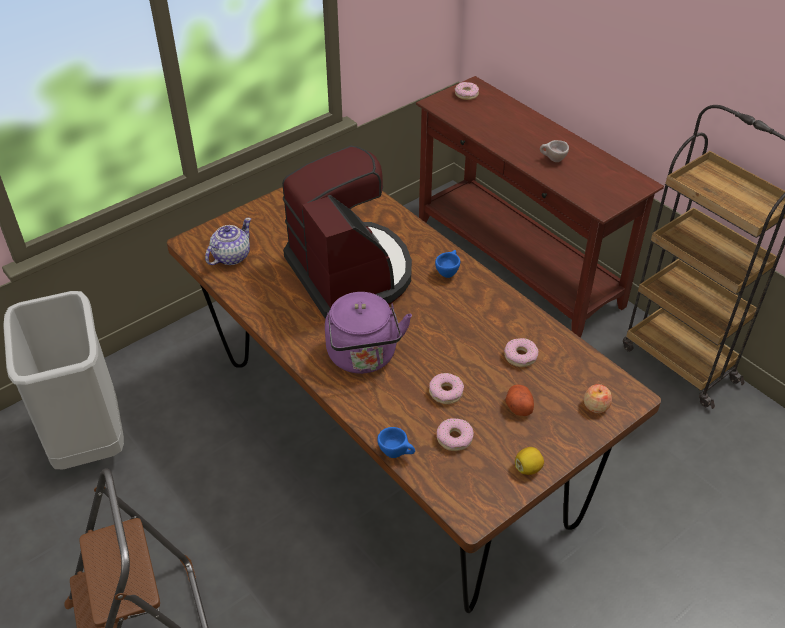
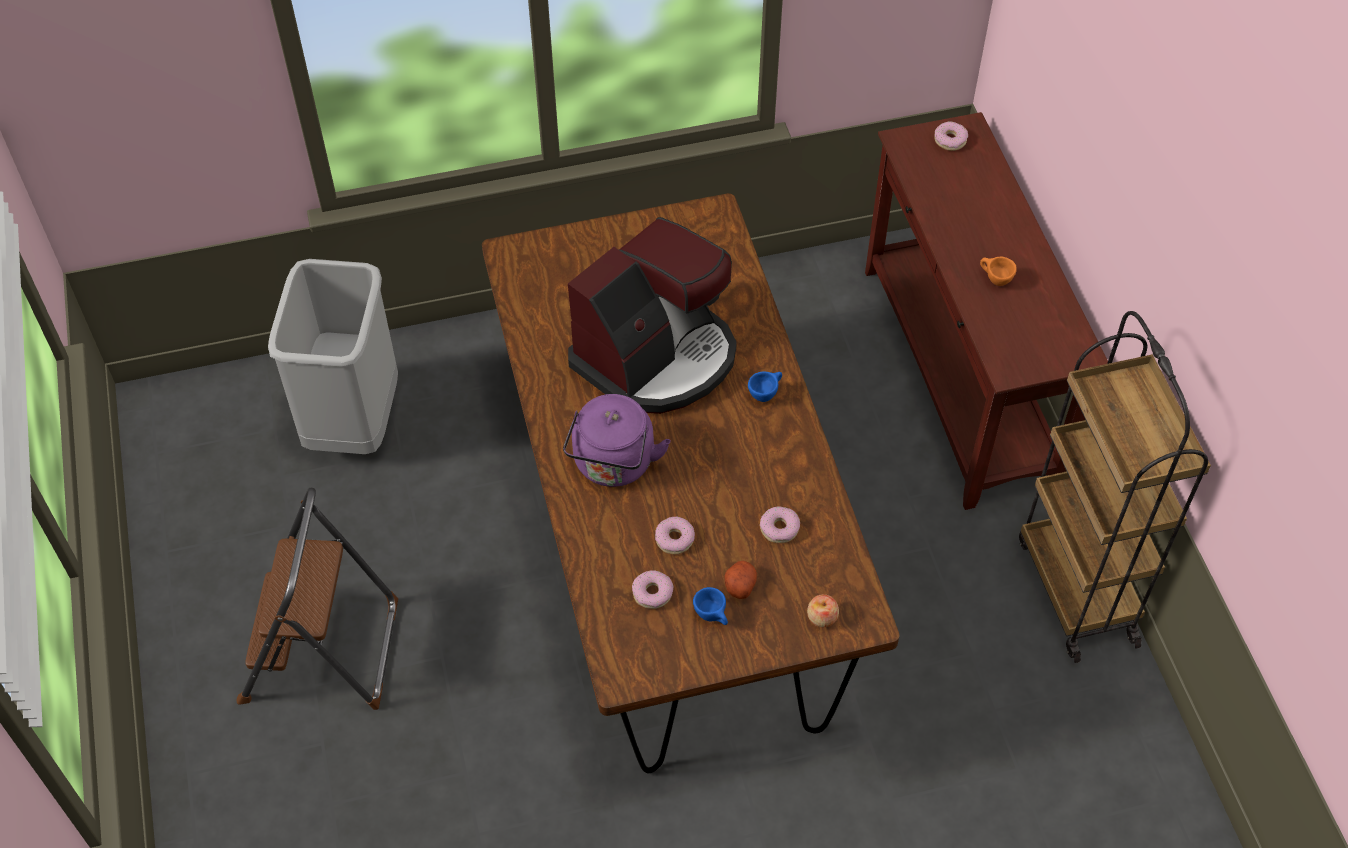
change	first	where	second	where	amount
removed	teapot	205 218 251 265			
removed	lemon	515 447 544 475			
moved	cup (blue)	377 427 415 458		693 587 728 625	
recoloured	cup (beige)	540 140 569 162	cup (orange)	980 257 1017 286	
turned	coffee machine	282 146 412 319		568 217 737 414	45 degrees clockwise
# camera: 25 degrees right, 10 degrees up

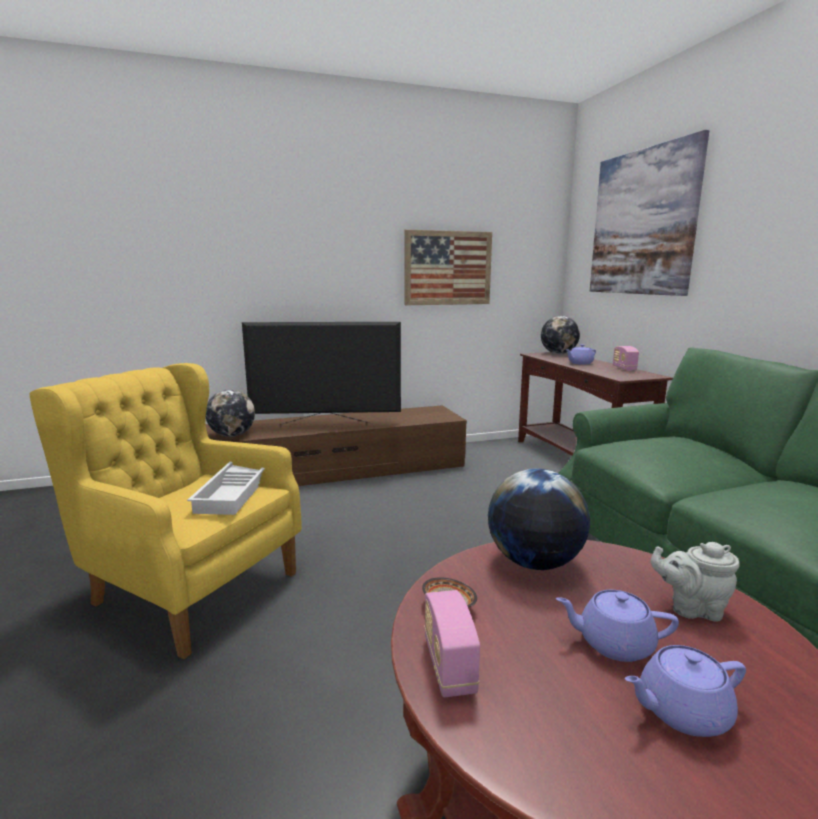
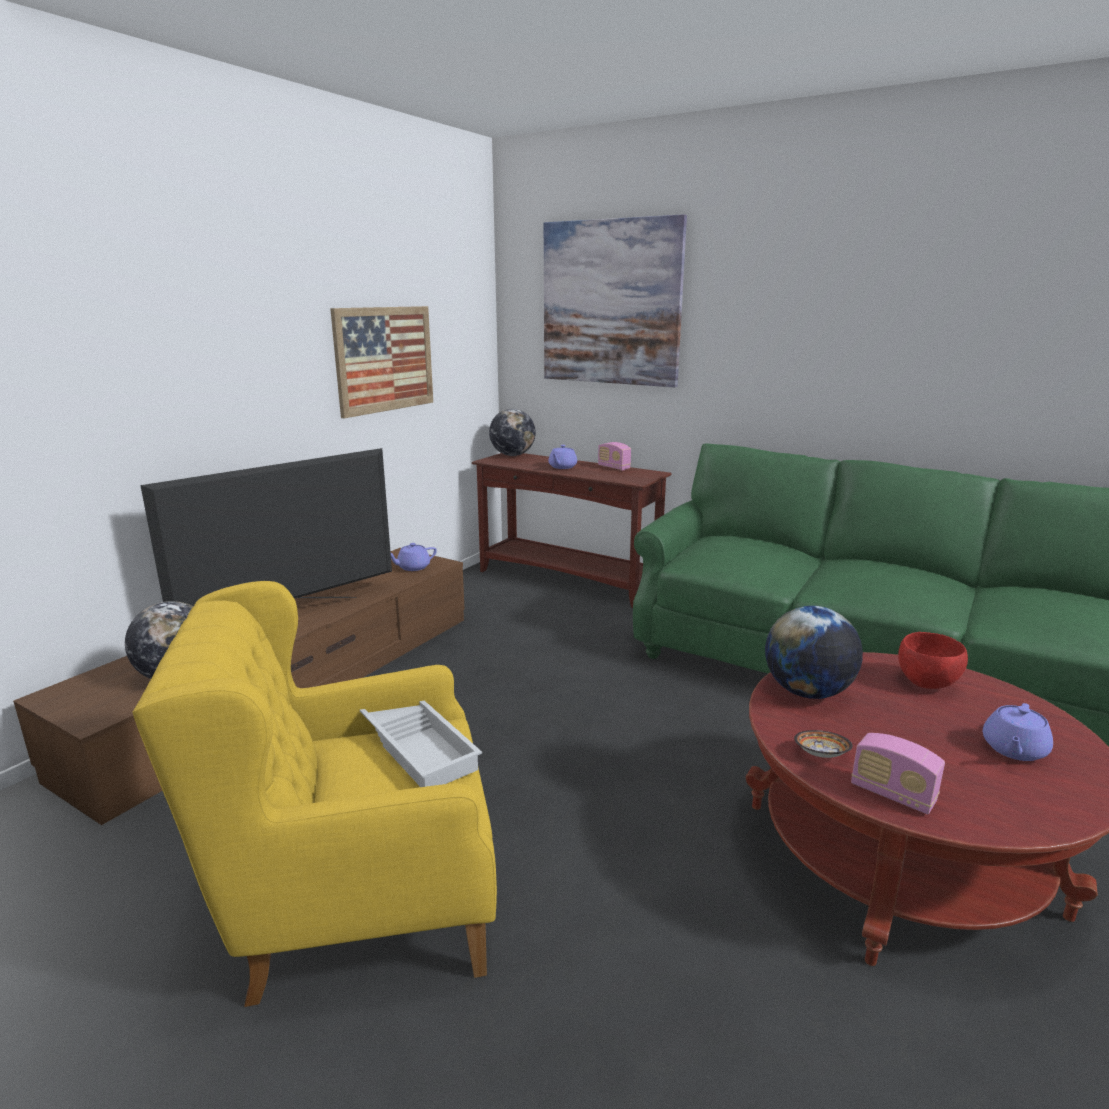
change	first	where	second	where	amount
moved	teapot (purple)	556 590 679 662		391 543 437 571	
replaced	teapot (grey)	651 542 740 622	bowl (red)	898 632 968 689	
# camera: 40 degrees left, 5 degrees up

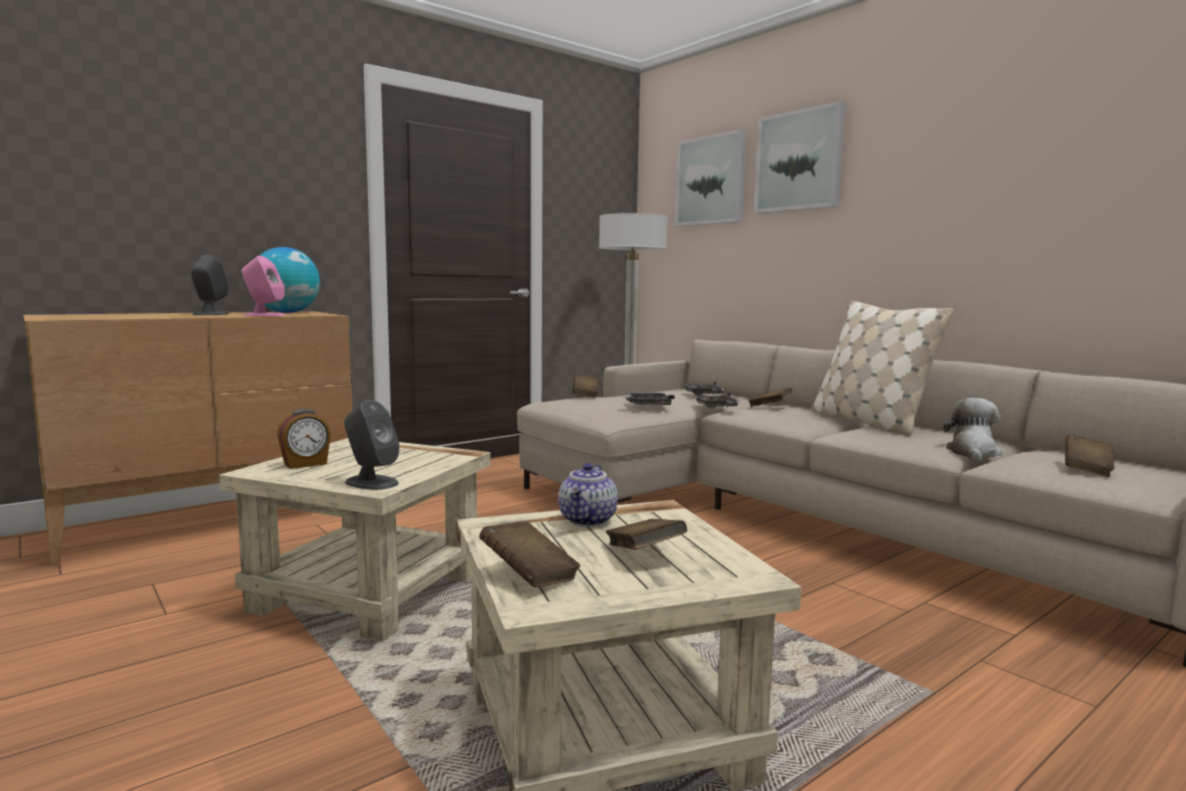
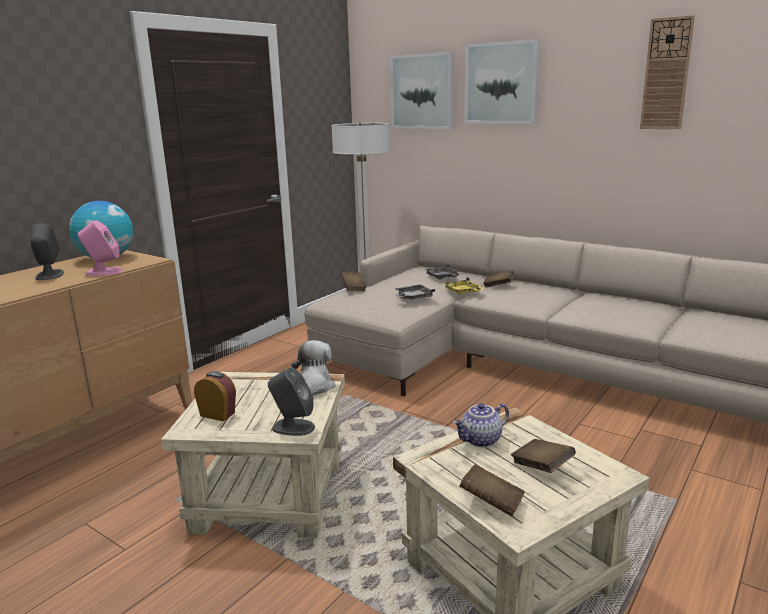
change	first	where	second	where	amount
removed	pillow (beige)	811 301 954 436			
removed	book (brown)	1065 434 1115 477			
added			wall clock	640 15 695 129	
moved	plush toy	943 398 1002 461		291 340 335 395	
recoloured	tray (grey)	694 392 741 408	tray (yellow)	443 277 483 295	
turned	alarm clock	277 409 331 469		194 371 236 421	105 degrees counterclockwise
turned	teapot	558 463 618 527		453 403 509 447	60 degrees clockwise
# camera: 15 degrees left, 10 degrees up

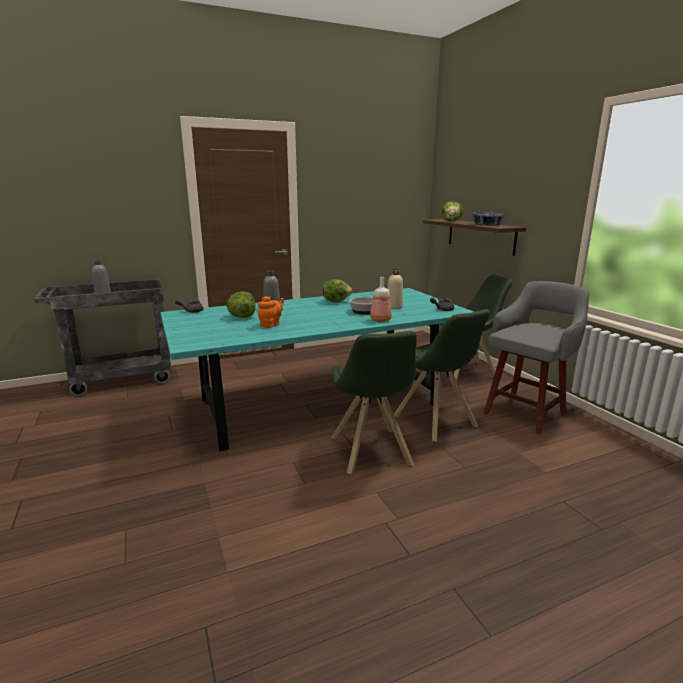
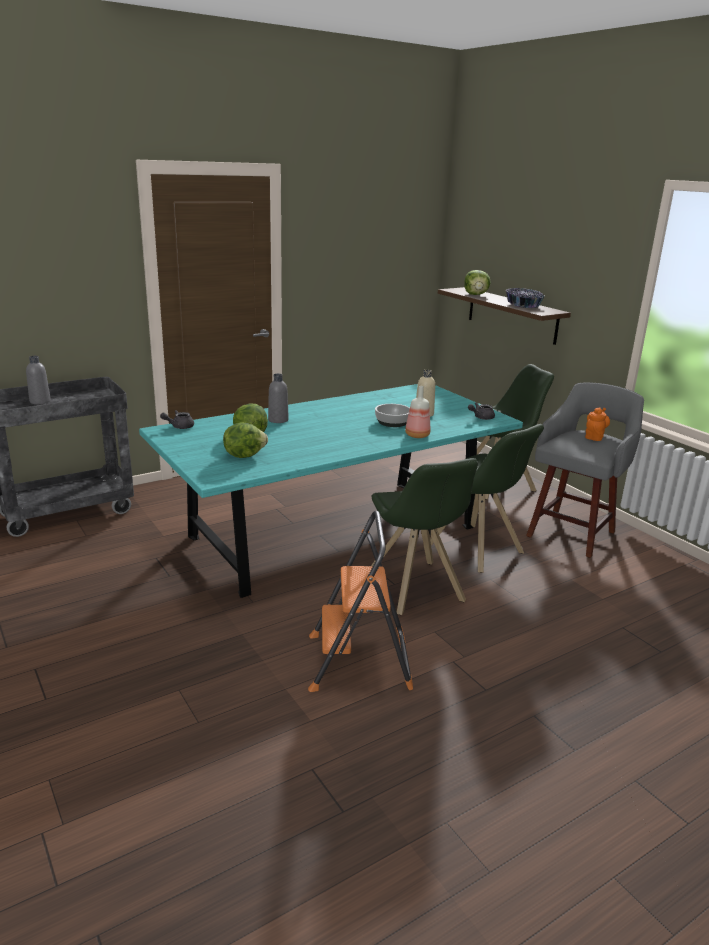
change	first	where	second	where	amount
added			step ladder (orange)	308 511 413 692	
moved	teapot (orange)	258 296 284 328		585 407 610 441	
moved	lettuce	323 279 352 302		223 422 268 458	
# camera: 10 degrees left, 5 degrees up

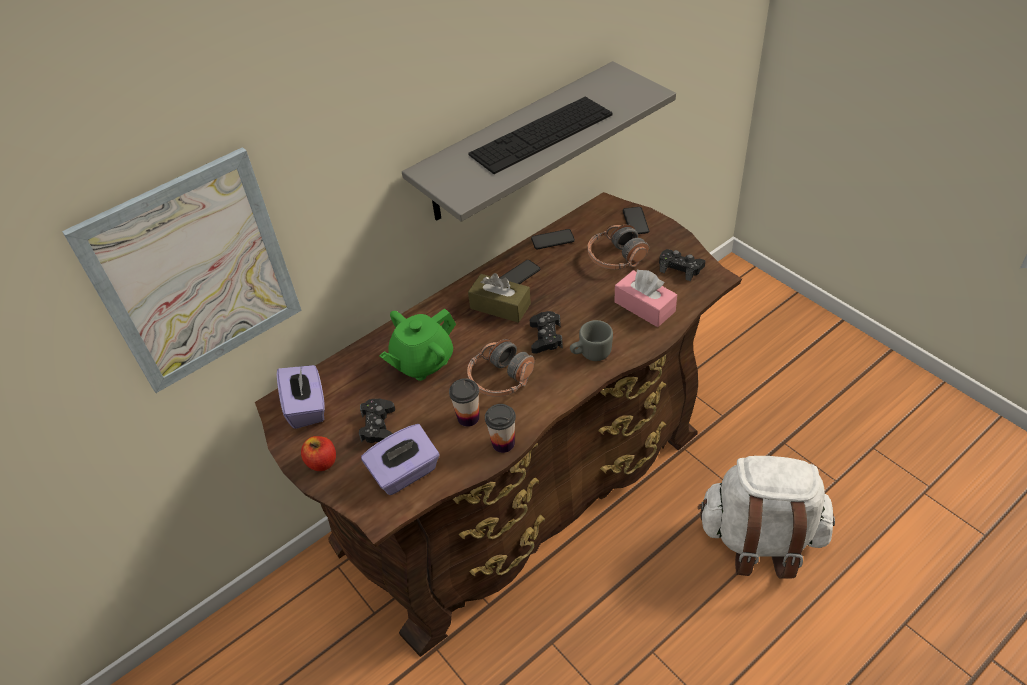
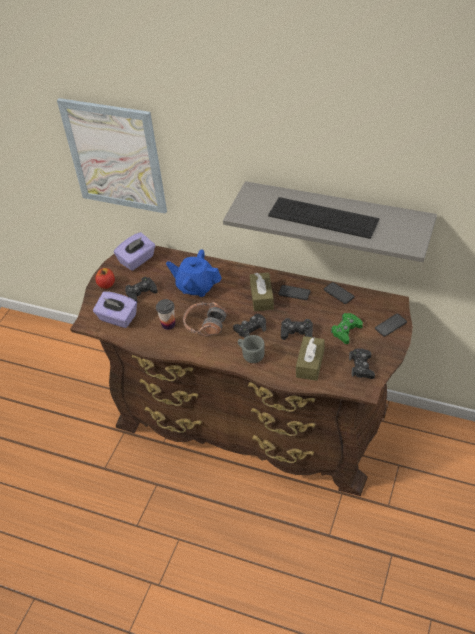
change	first	where	second	where	amount
removed	cup	485 404 516 453			
removed	backpack (white)	698 456 835 579			
added			game controller (black)	281 318 313 340	
replaced	headphones	588 224 649 269	game controller (green)	331 313 363 344	
recoloured	teapot (green)	379 308 456 381	teapot (blue)	166 249 222 297	
recoloured	tissue box (pink)	614 270 677 327	tissue box (brown)	296 336 325 381	
# camera: 60 degrees right, 0 degrees up

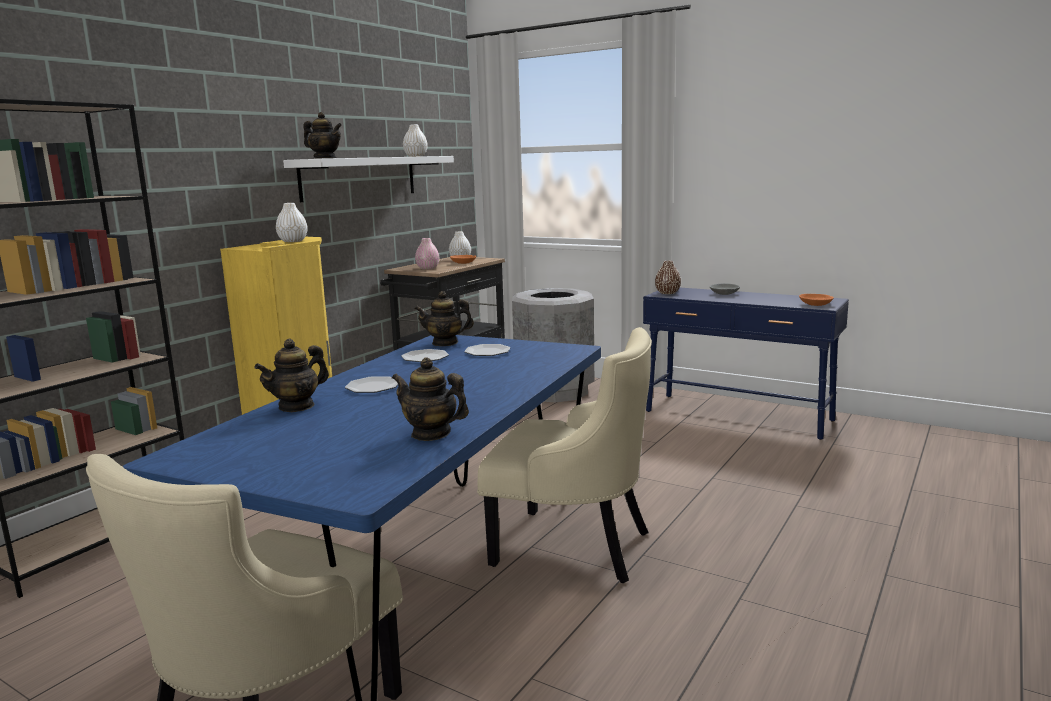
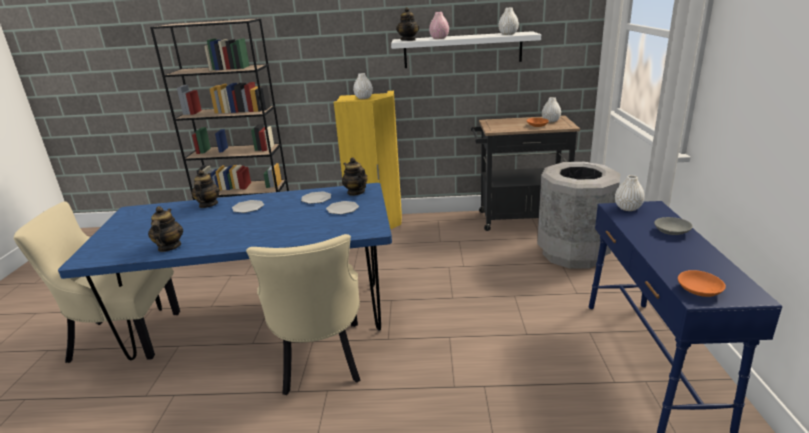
change	first	where	second	where	amount
moved	vase (pink)	415 238 439 269		429 12 449 39	
recoloured	vase (brown)	655 261 681 294	vase (white)	615 175 645 211	
turned	teapot	254 338 329 412		191 170 220 208	75 degrees clockwise
# camera: 60 degrees right, 10 degrees up

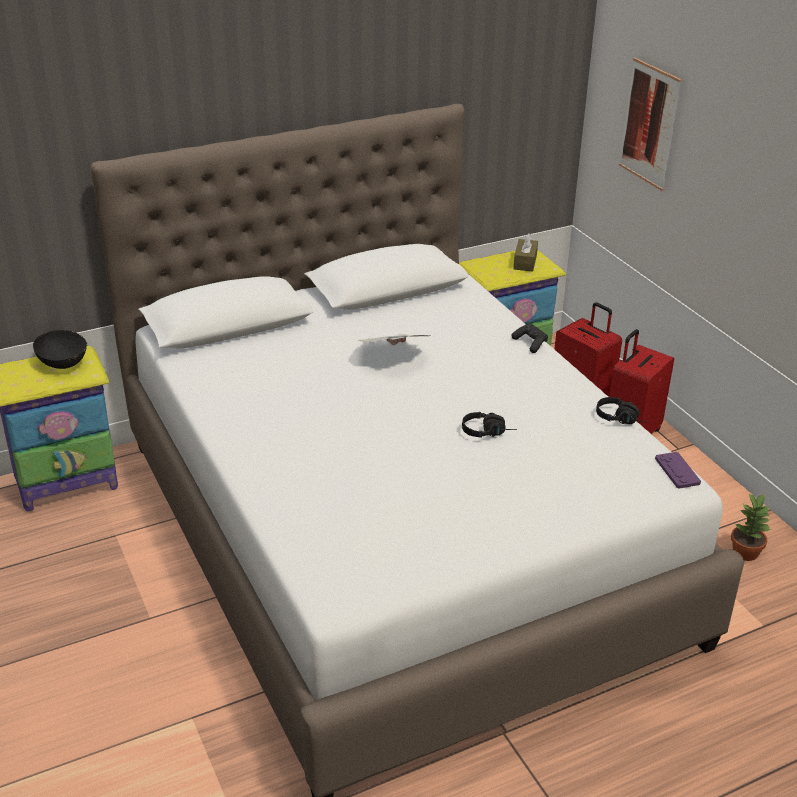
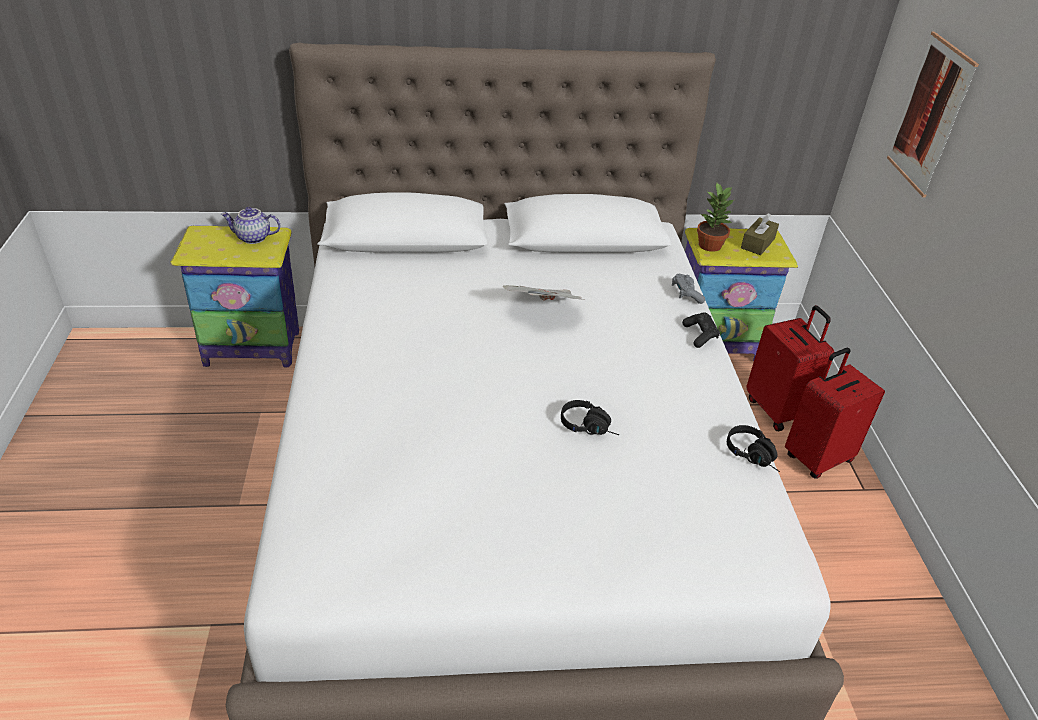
change	first	where	second	where	amount
removed	game controller (purple)	655 452 701 488			
added			game controller (grey)	672 273 705 304	
moved	potted plant	731 494 772 561		697 183 734 252	
replaced	bowl (black)	33 330 87 369	teapot	221 207 280 244	
# camera: 20 degrees right, 5 degrees up

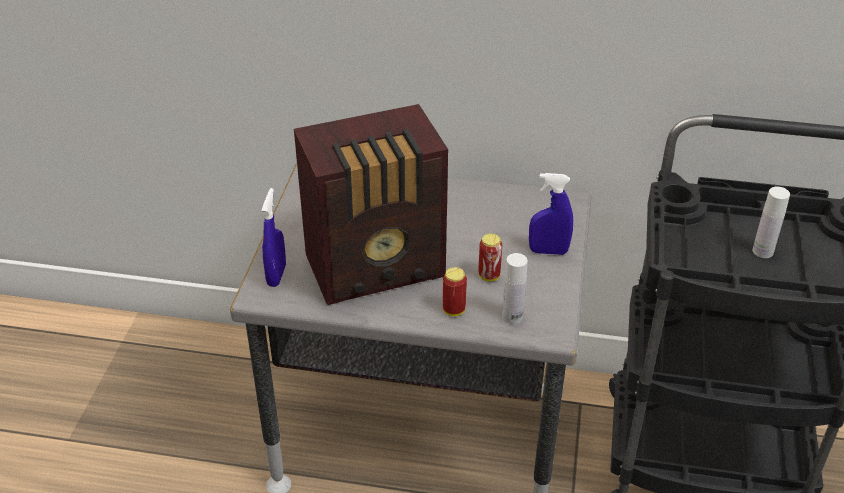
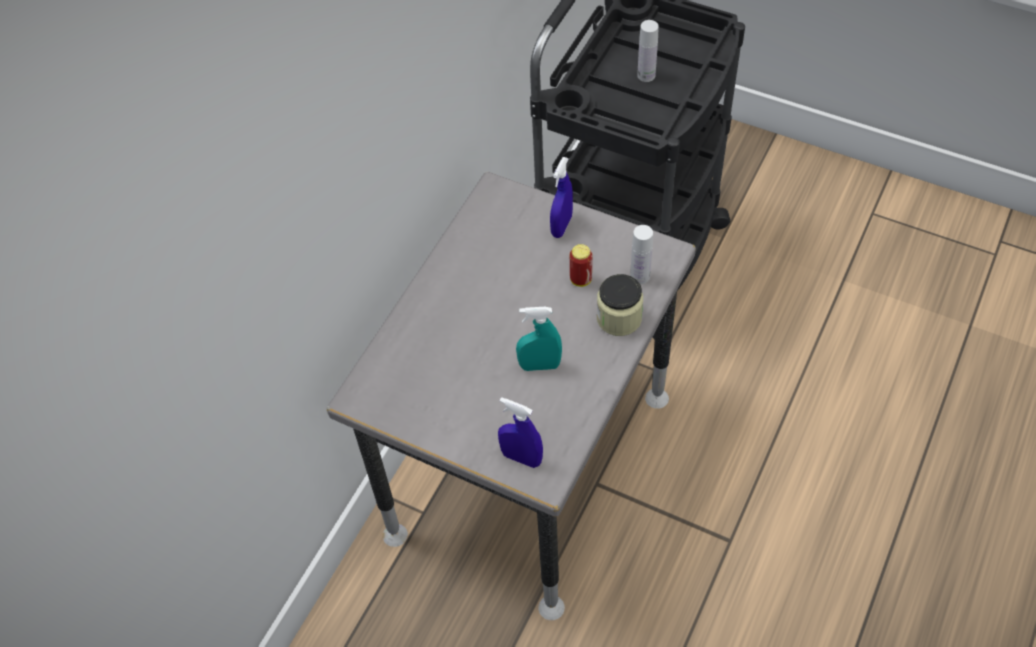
change	first	where	second	where	amount
replaced	radio	294 104 448 305	spray bottle (turquoise)	516 307 562 371	
replaced	can	443 267 467 316	jar	597 274 643 336	
# camera: 70 degrees left, 15 degrees up

